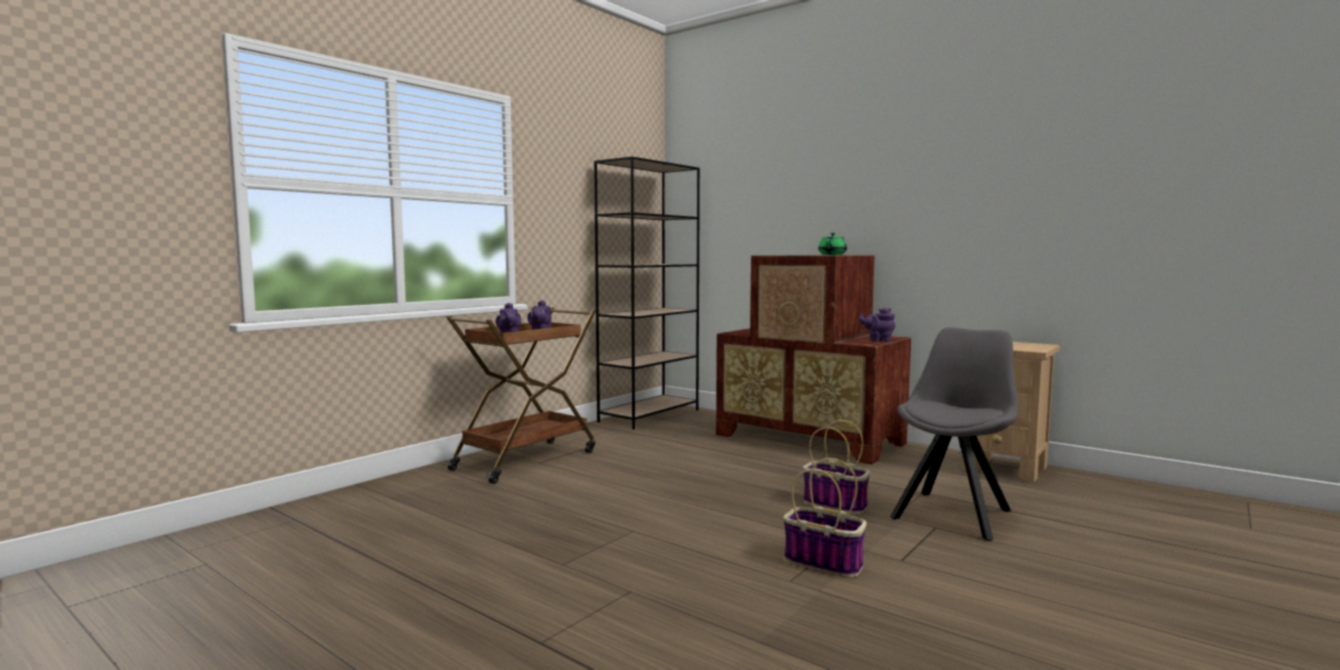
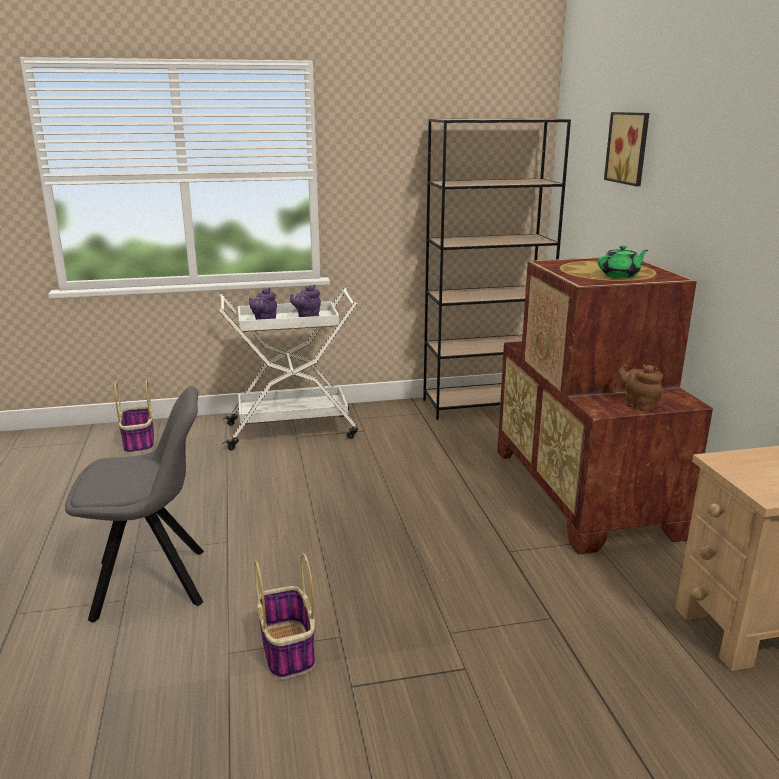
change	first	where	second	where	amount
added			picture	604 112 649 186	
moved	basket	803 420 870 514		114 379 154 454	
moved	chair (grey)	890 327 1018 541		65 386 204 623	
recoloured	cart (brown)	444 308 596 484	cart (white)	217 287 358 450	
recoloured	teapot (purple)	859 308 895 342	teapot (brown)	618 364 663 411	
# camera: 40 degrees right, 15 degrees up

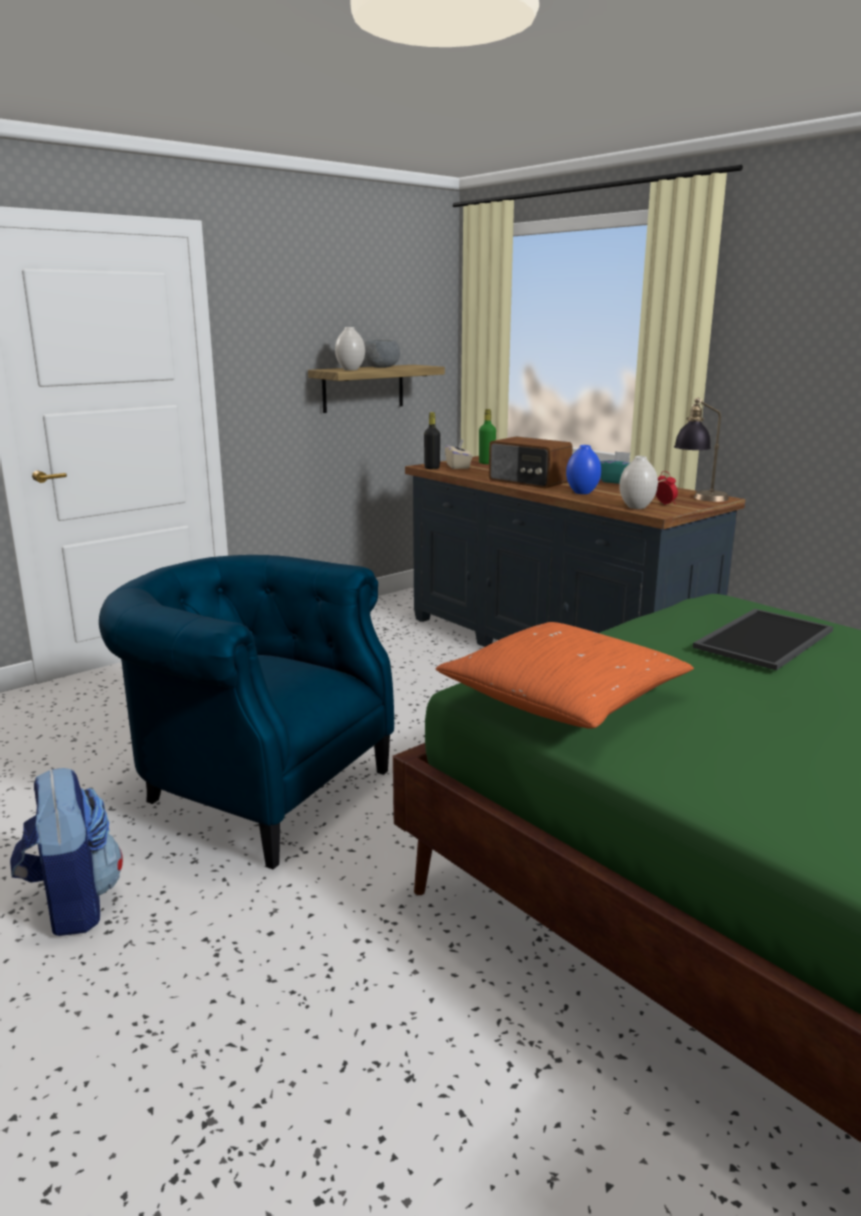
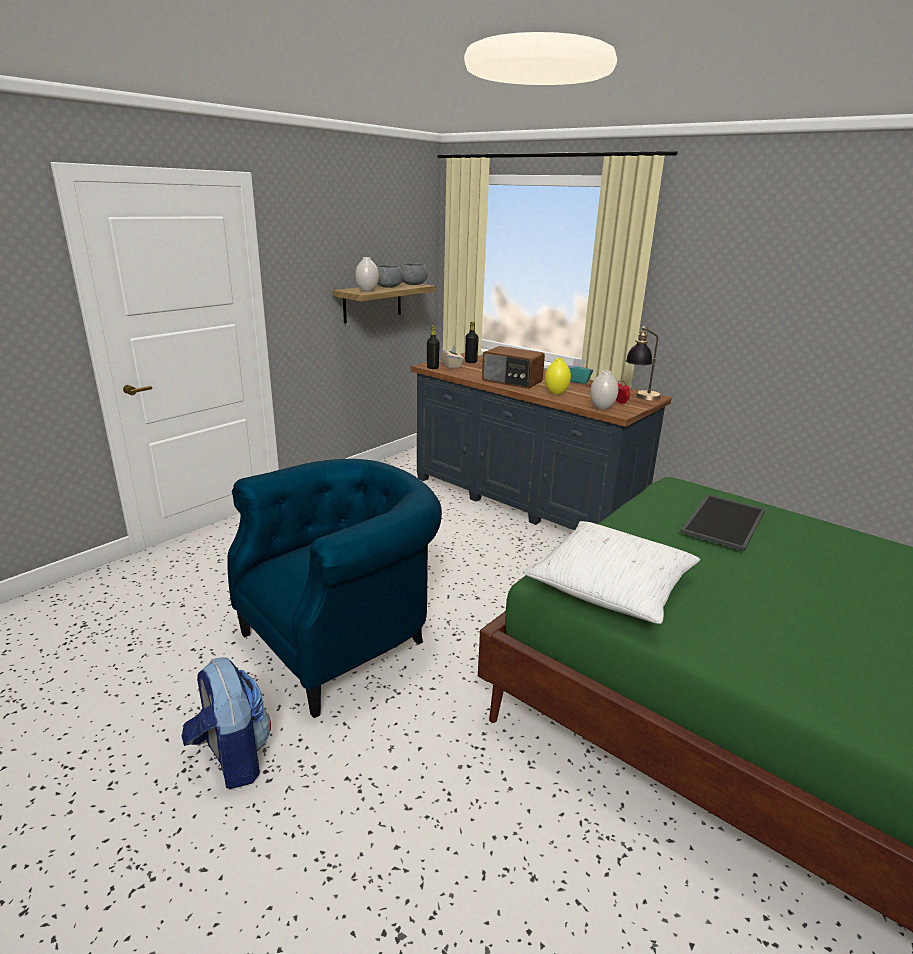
change	first	where	second	where	amount
added			bowl (grey)	400 263 428 285	
recoloured	pillow (orange)	435 622 694 729	pillow (white)	523 521 700 624	
recoloured	bottle (green)	479 409 496 464	bottle (black)	465 321 479 363	
recoloured	vase (blue)	566 445 601 494	vase (yellow)	545 358 571 395	
turned	armchair (blue)	99 555 394 869		227 459 442 718	120 degrees clockwise
# camera: 10 degrees left, 5 degrees up

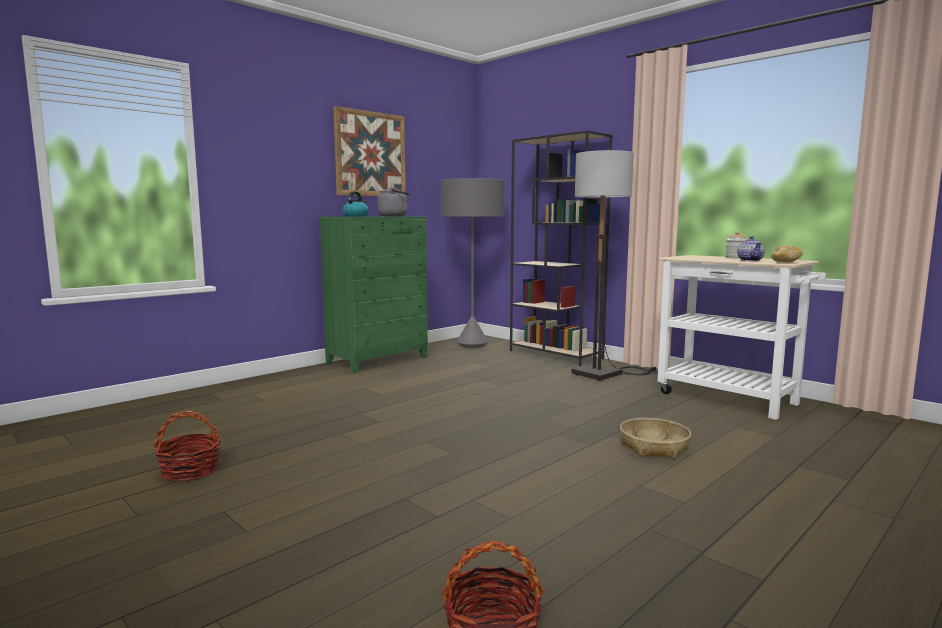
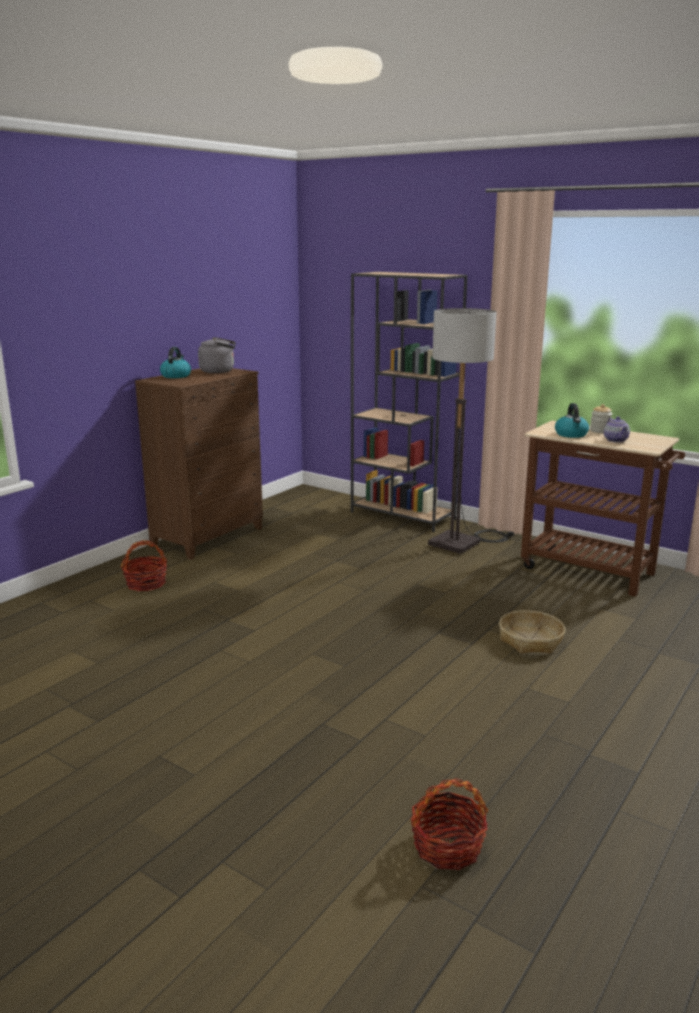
change	first	where	second	where	amount
removed	picture	333 106 406 196			
removed	floor lamp (grey)	440 178 505 348			
removed	bread	771 245 803 262			
added			kettle	555 403 589 438	
moved	basket	153 410 221 481		121 540 167 591	
recoloured	dresser (green)	320 217 428 373	dresser (brown)	135 368 263 560	
recoloured	cart (white)	658 255 826 420	cart (brown)	521 421 685 596	
# camera: 10 degrees left, 10 degrees up

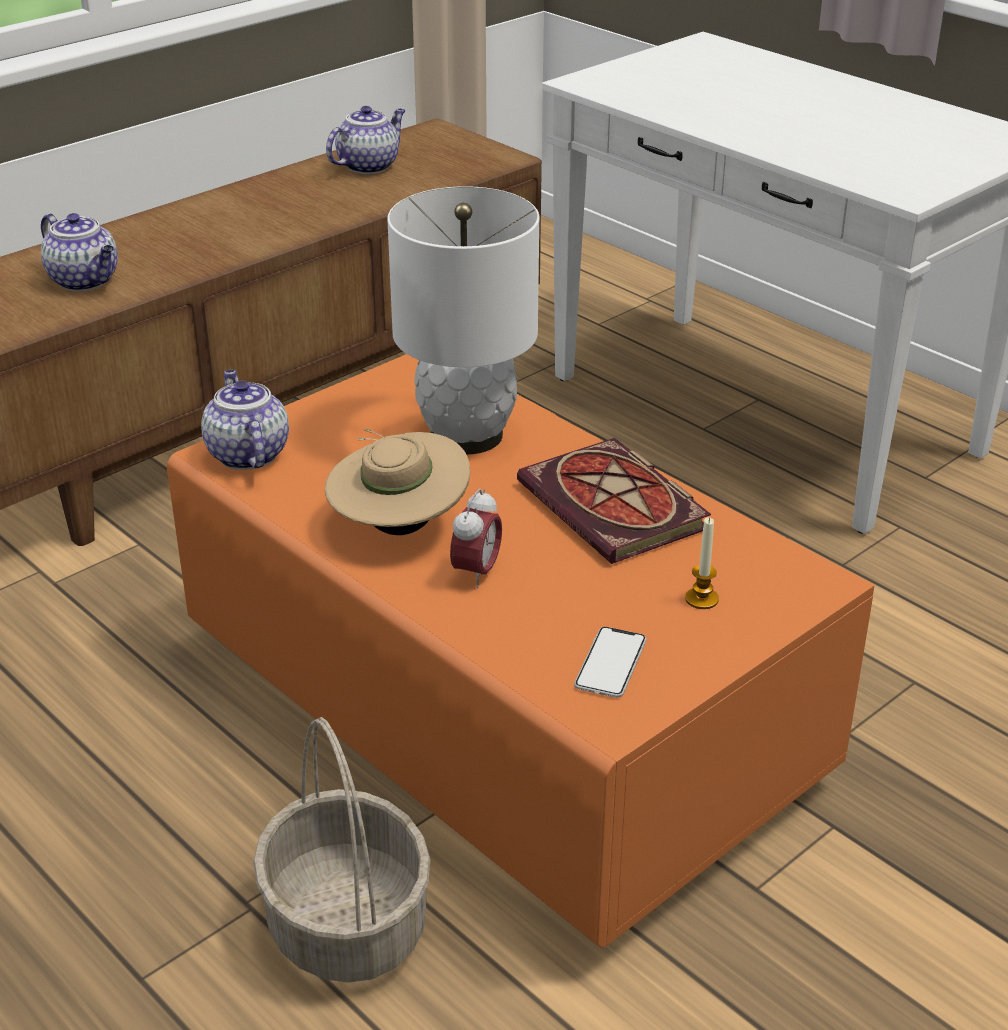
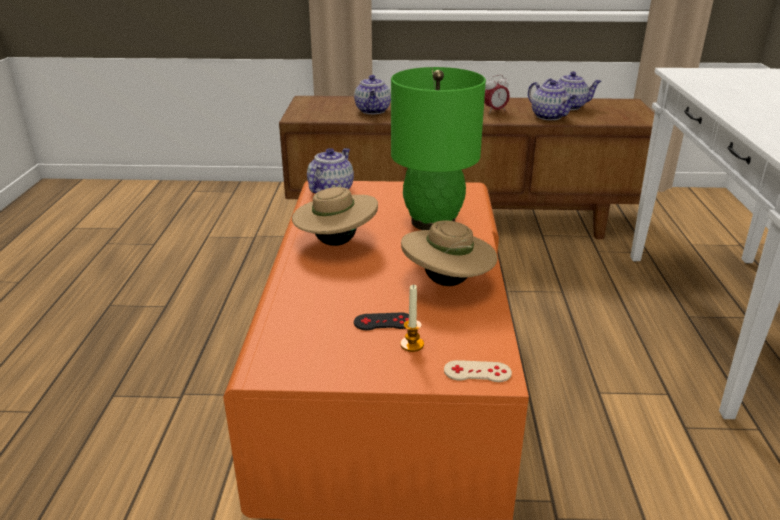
change	first	where	second	where	amount
removed	basket	253 717 431 983			
removed	phone	574 627 646 697			
added			game controller (black)	354 313 409 330	
added			game controller (beige)	444 360 512 382	
added			teapot	528 80 577 120	
moved	alarm clock	450 489 502 588		484 75 510 112	
replaced	book	517 438 711 564	hat (beige)	401 220 497 286	
recoloured	table lamp (white)	387 186 539 454	table lamp (green)	391 67 486 230	
# camera: 45 degrees right, 5 degrees down

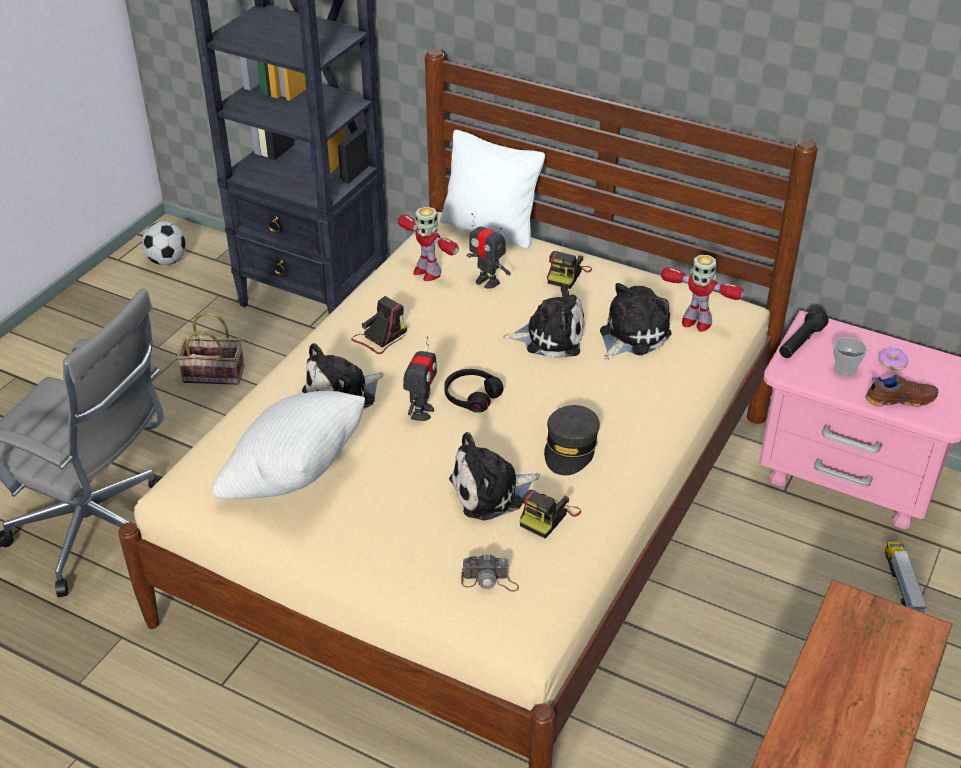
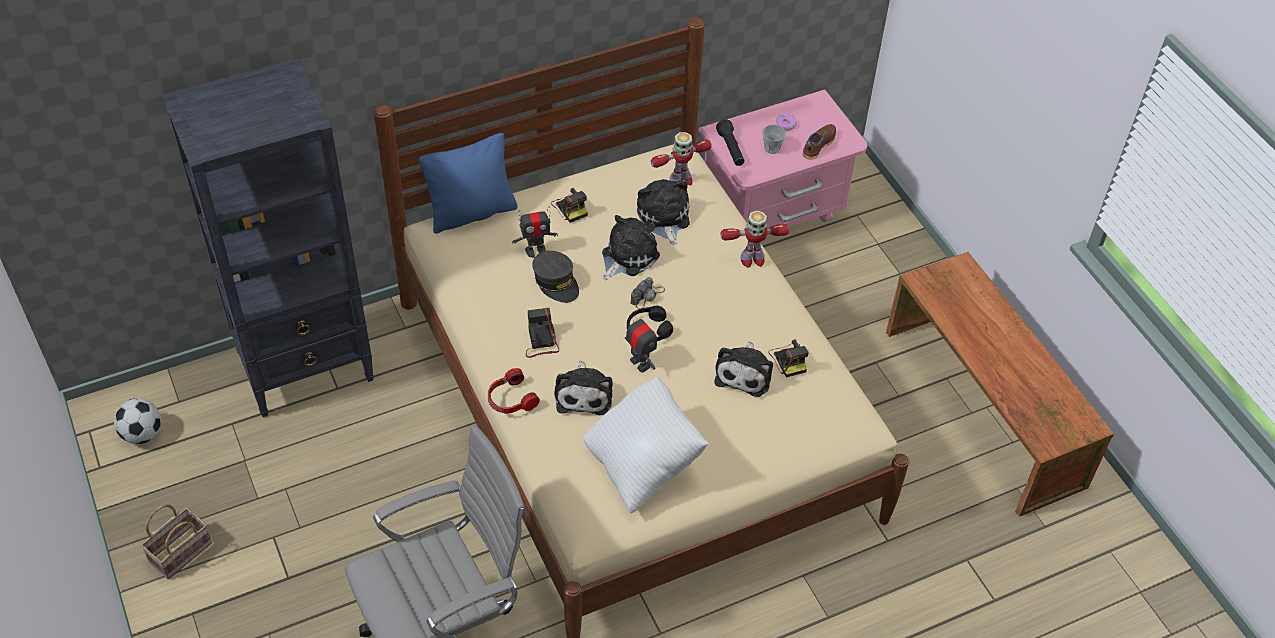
change	first	where	second	where	amount
removed	toy truck	885 541 927 613			
added			headphones	488 368 540 414	
moved	basket	177 312 245 385		141 504 212 579	
moved	toy robot	398 207 459 281		721 211 789 268	
moved	photo camera	461 554 519 592		631 277 665 309	
moved	cap (grey)	544 405 600 475		532 251 579 303	
recoloured	pillow (white)	440 130 545 249	pillow (blue)	418 133 518 234	
# camera: 55 degrees left, 10 degrees up

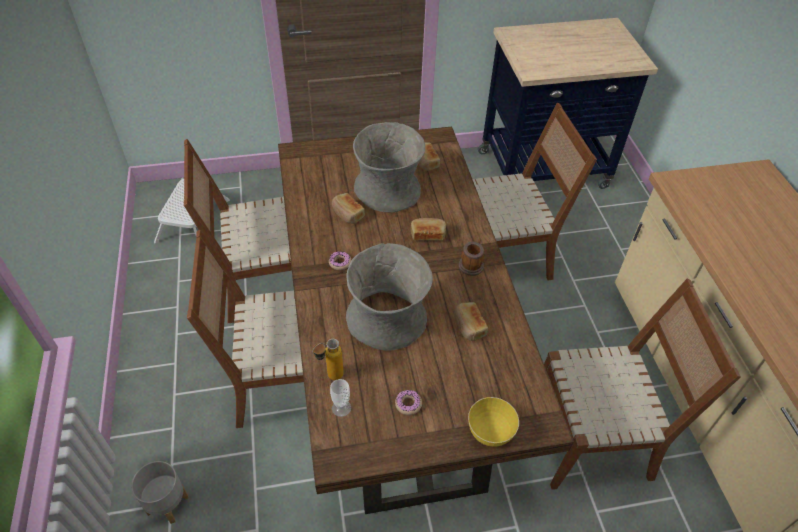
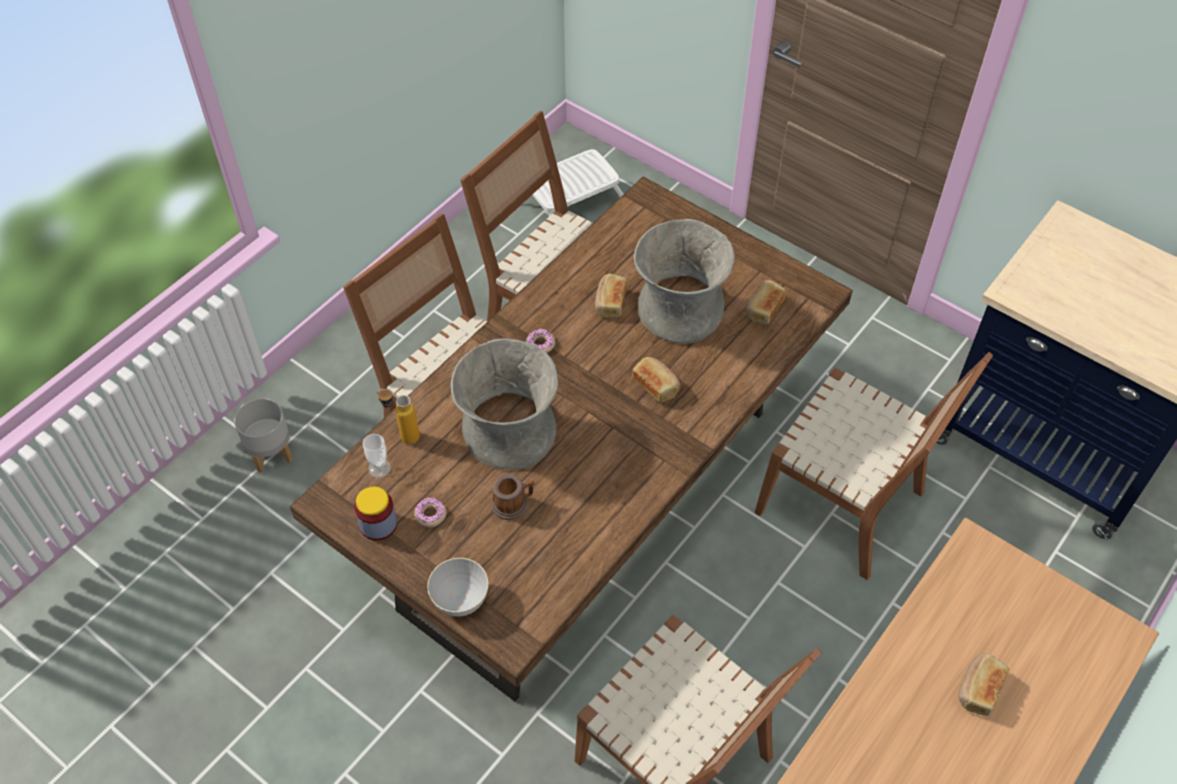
change	first	where	second	where	amount
added			jar	354 486 397 541	
moved	bread	454 302 488 341		958 653 1009 716	
moved	mug	459 238 484 276		492 474 535 520	
recoloured	bowl (yellow)	468 397 519 447	bowl (grey)	427 558 489 617	
# camera: 50 degrees right, 5 degrees up

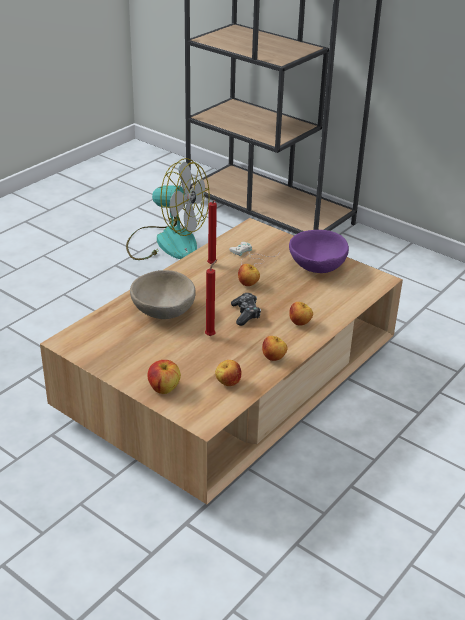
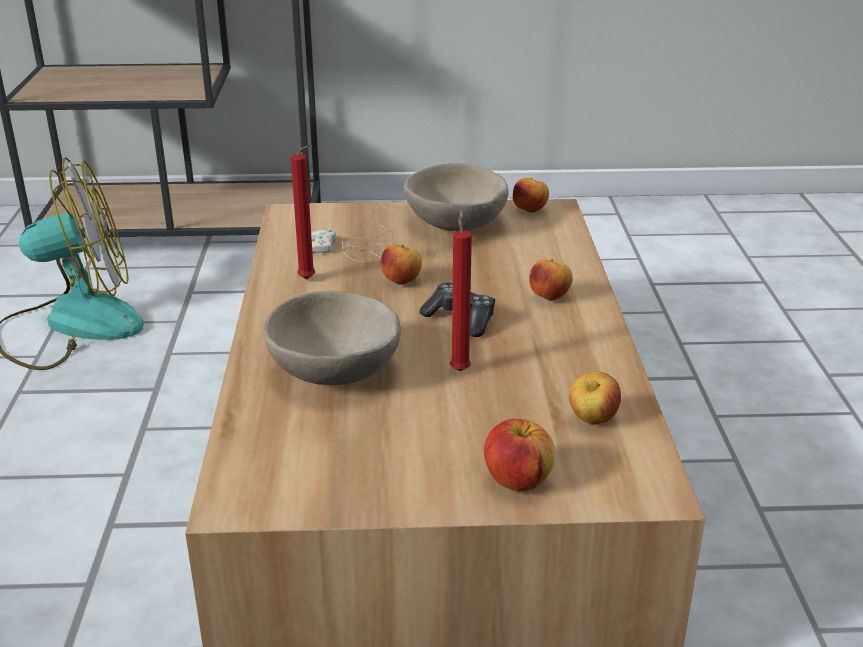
change	first	where	second	where	amount
moved	apple	262 336 287 361		513 177 549 213	
recoloured	bowl (purple)	289 230 349 273	bowl (beige)	404 163 509 231	
# camera: 40 degrees left, 5 degrees down

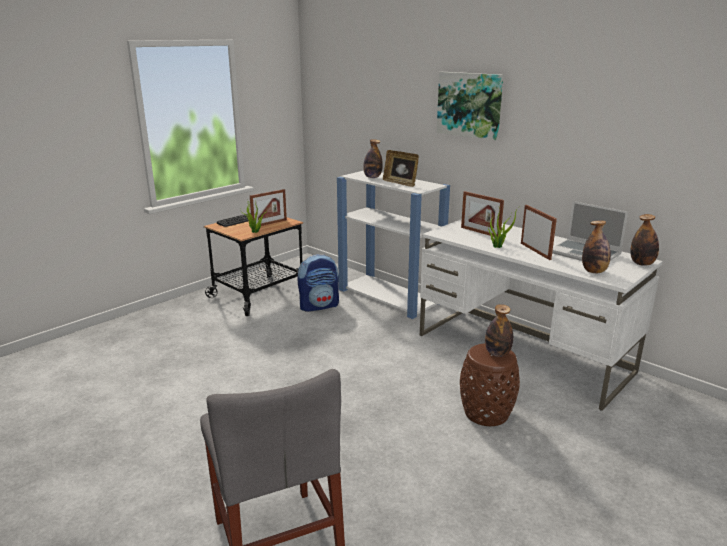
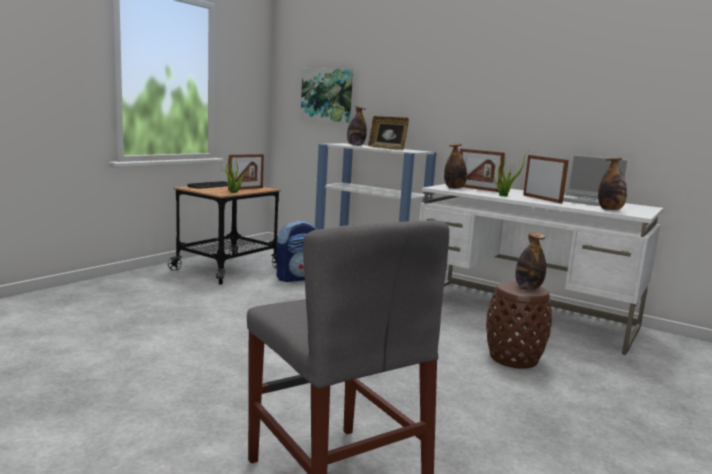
change	first	where	second	where	amount
moved	picture	437 72 504 140		300 69 353 123	
moved	bottle	631 214 659 266		444 143 467 189	
# camera: 10 degrees left, 10 degrees down

